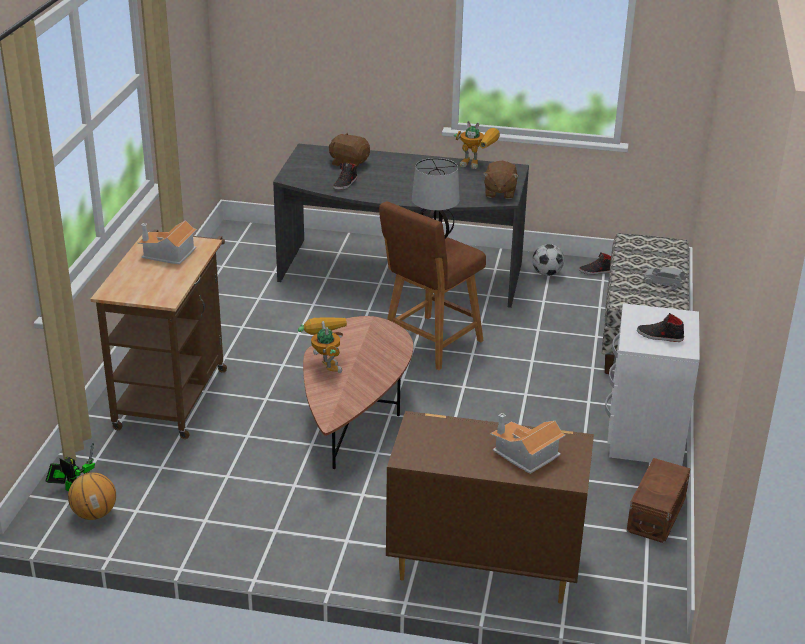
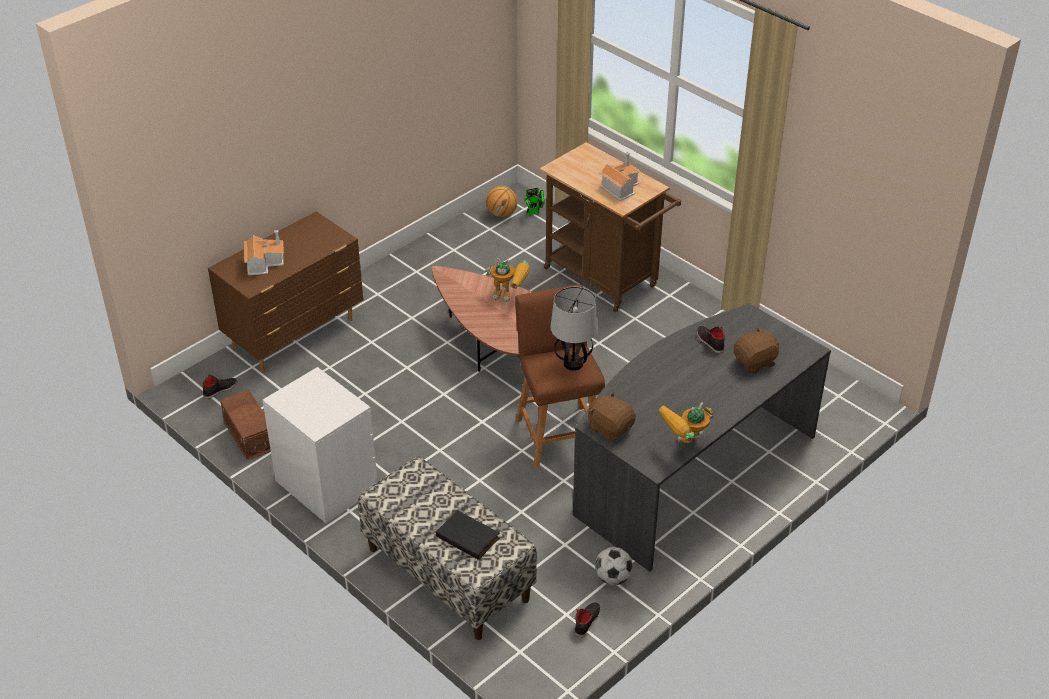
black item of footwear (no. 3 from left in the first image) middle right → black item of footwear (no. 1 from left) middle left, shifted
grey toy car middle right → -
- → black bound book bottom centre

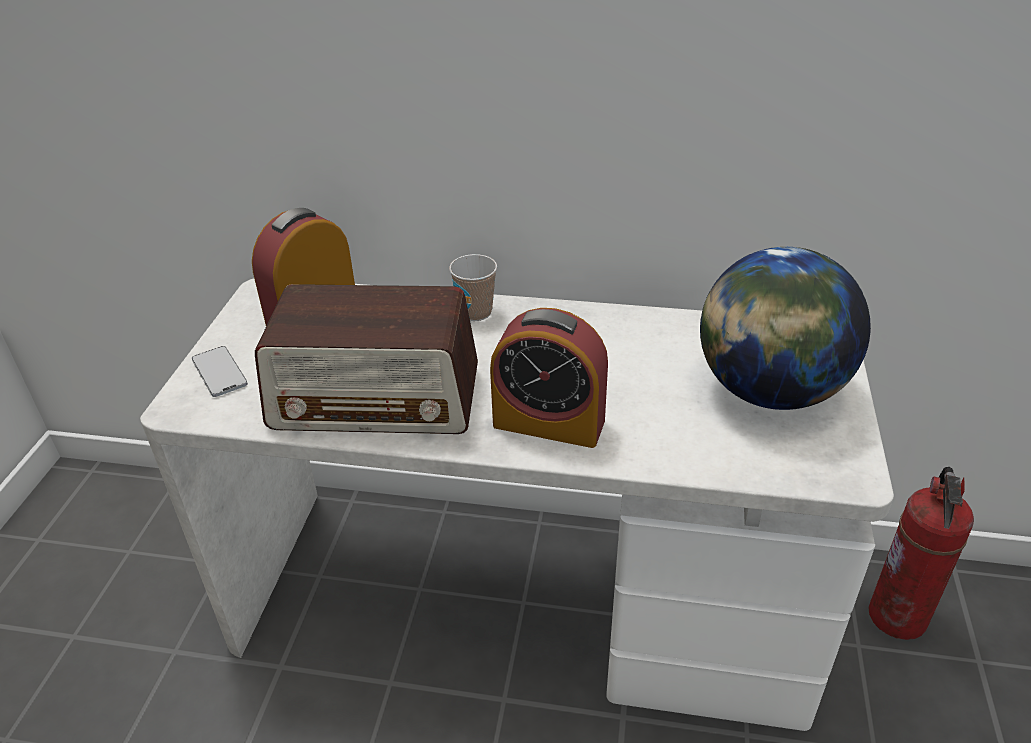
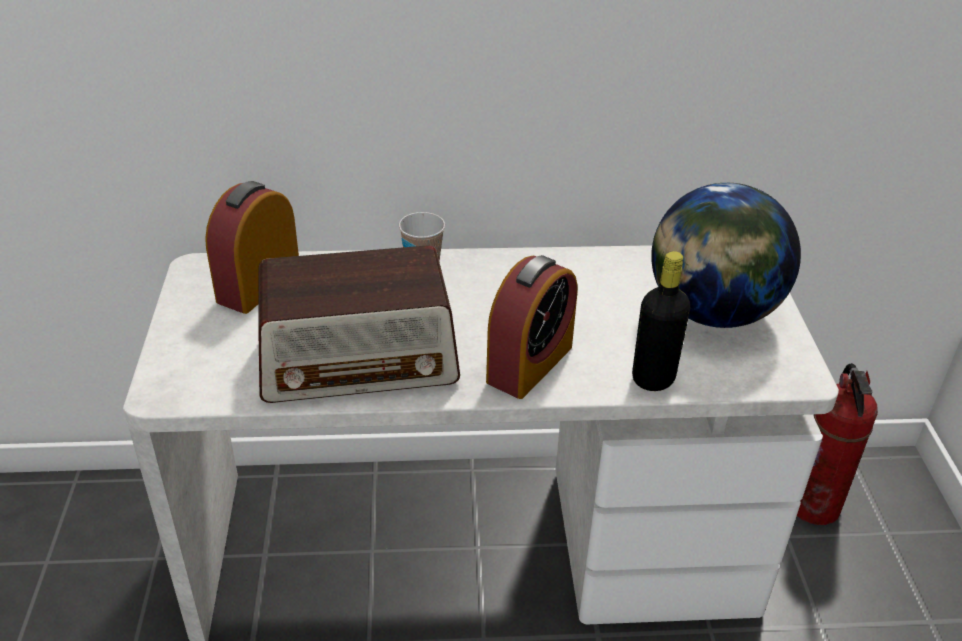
telephone middle left → -
alarm clock (no. 2 from left) centre, 60 degrees counterclockwise
- → black bottle middle right

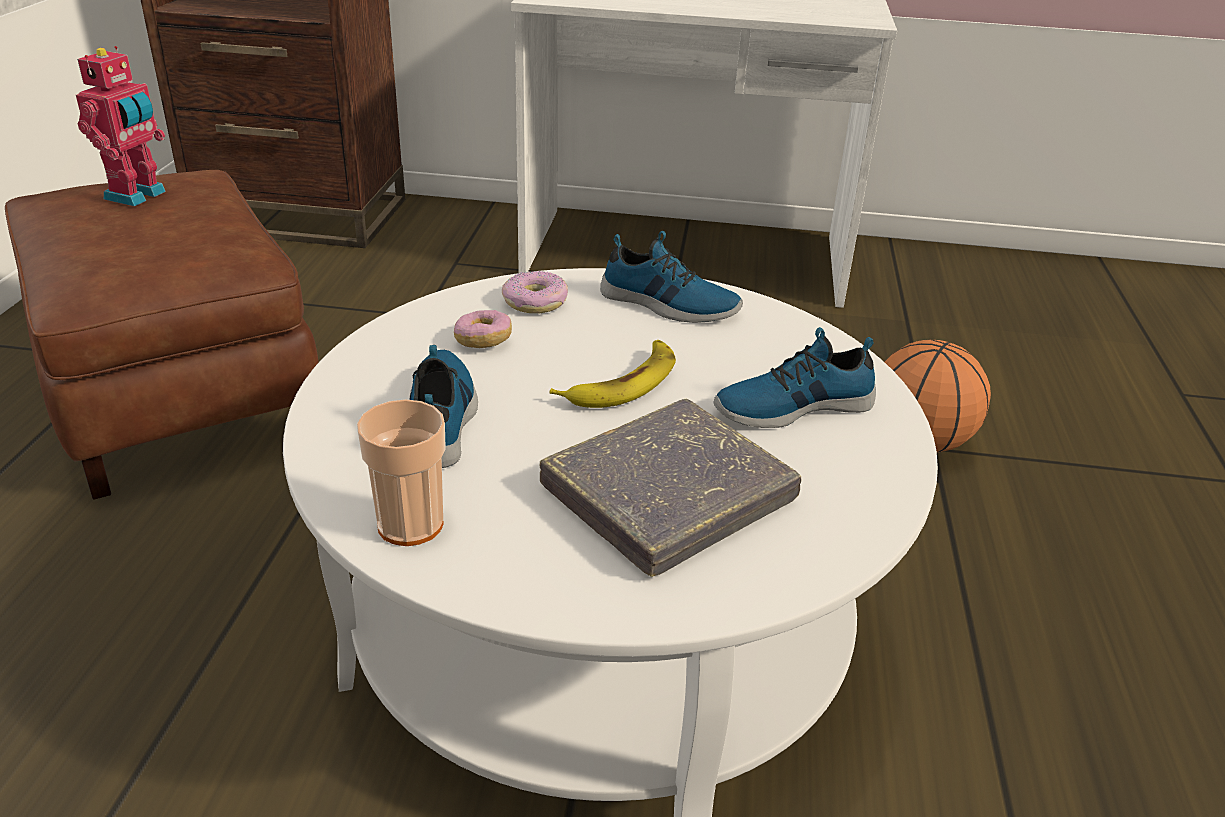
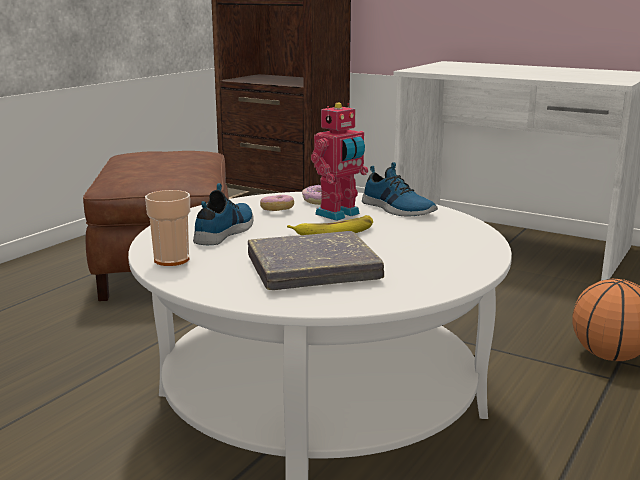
toy robot top left → toy robot centre, shifted
item of footwear (no. 3 from left) centre → -

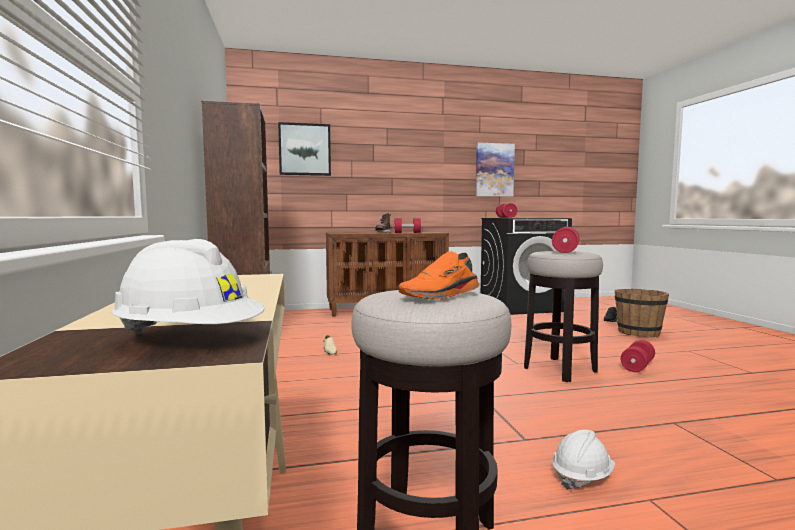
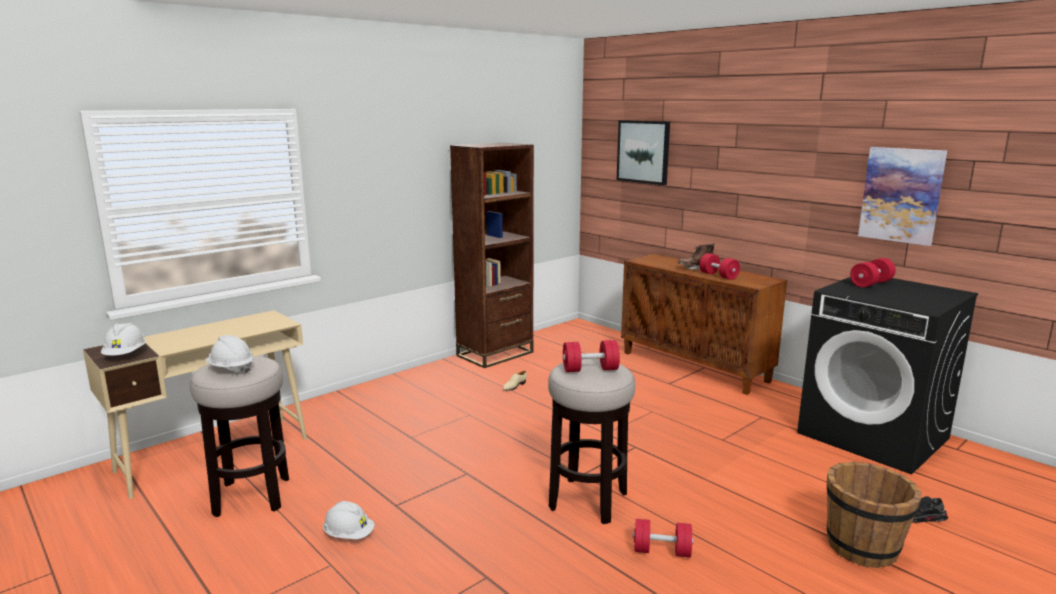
orange-coloured item of footwear centre → whitish work helmet (no. 2 from left) middle left

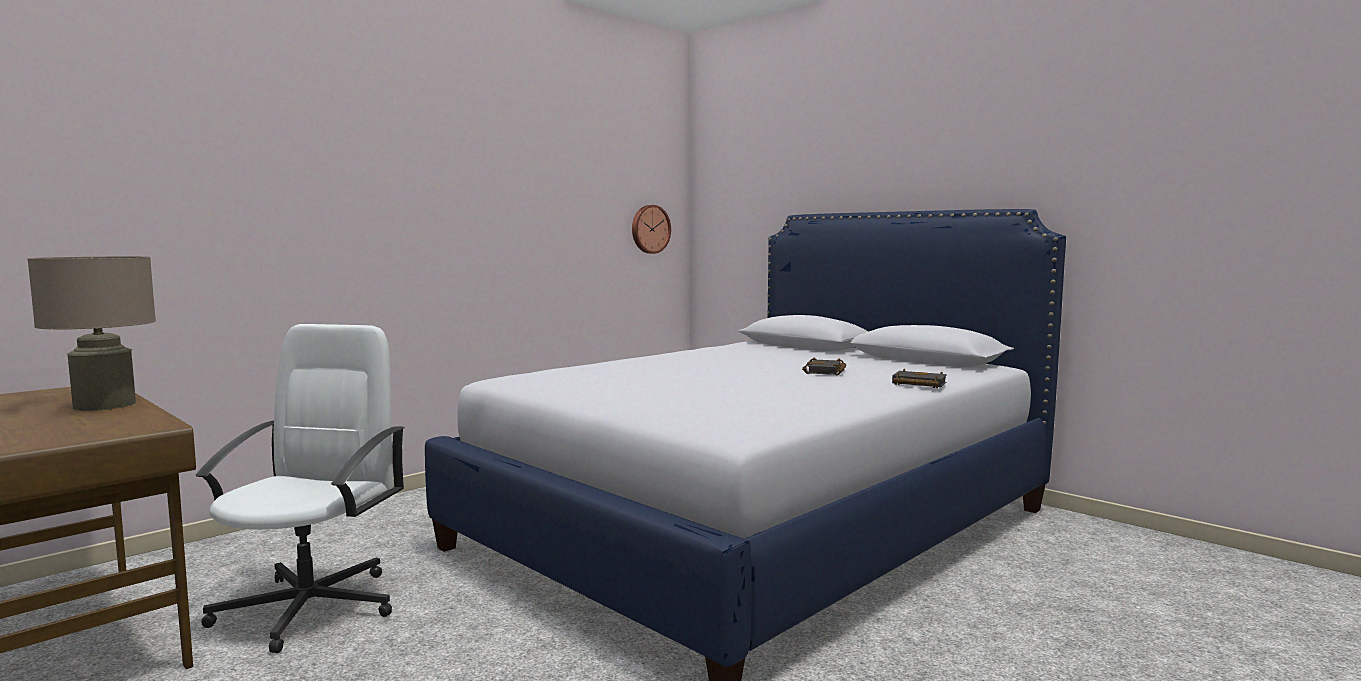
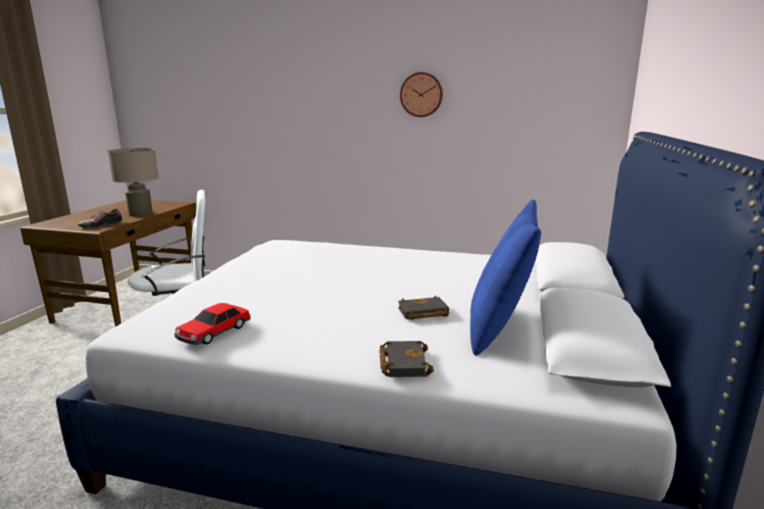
clock on the wall centre → clock on the wall top centre, shifted
- → item of footwear middle left
- → toy car middle left
- → bluish pillow centre

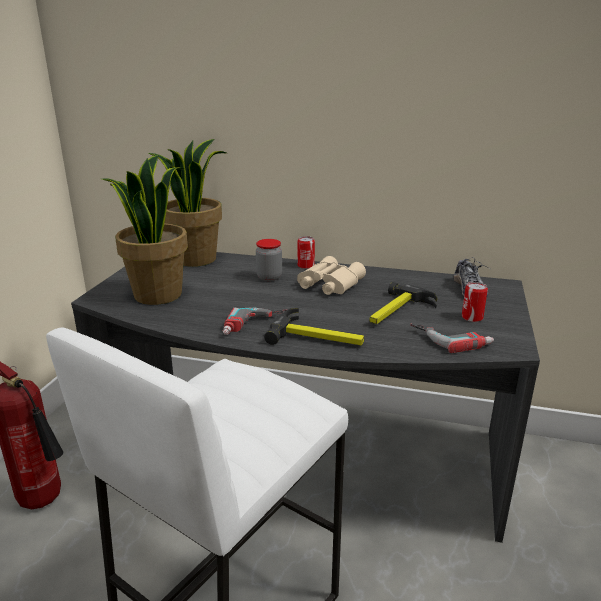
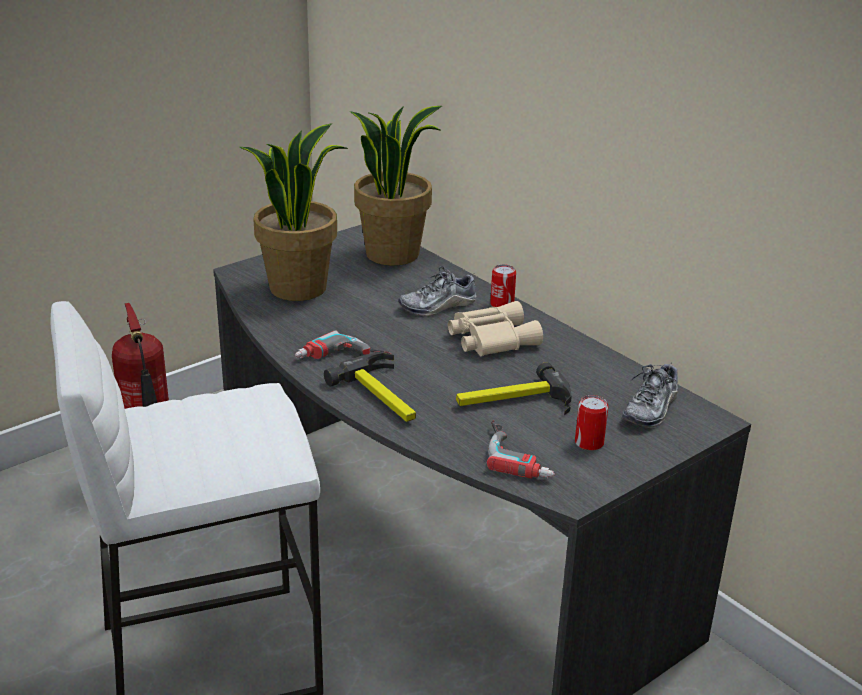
jar centre → item of footwear (no. 1 from left) centre

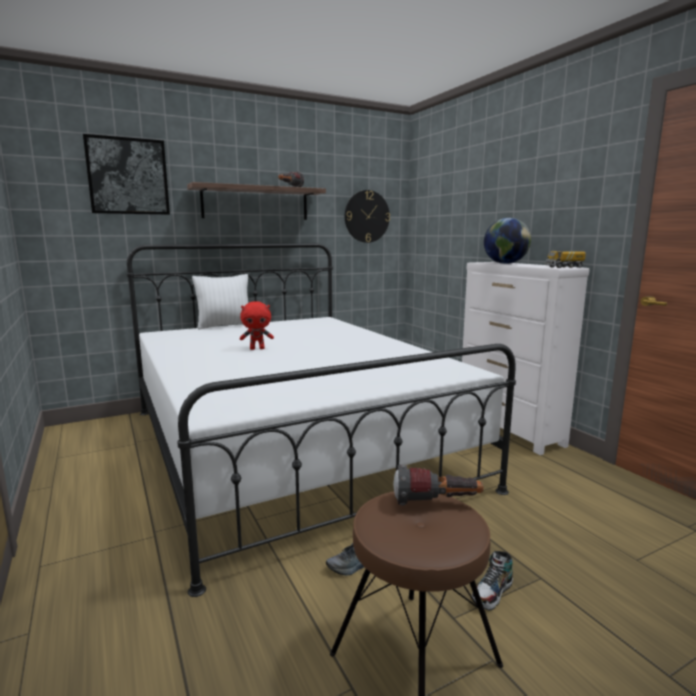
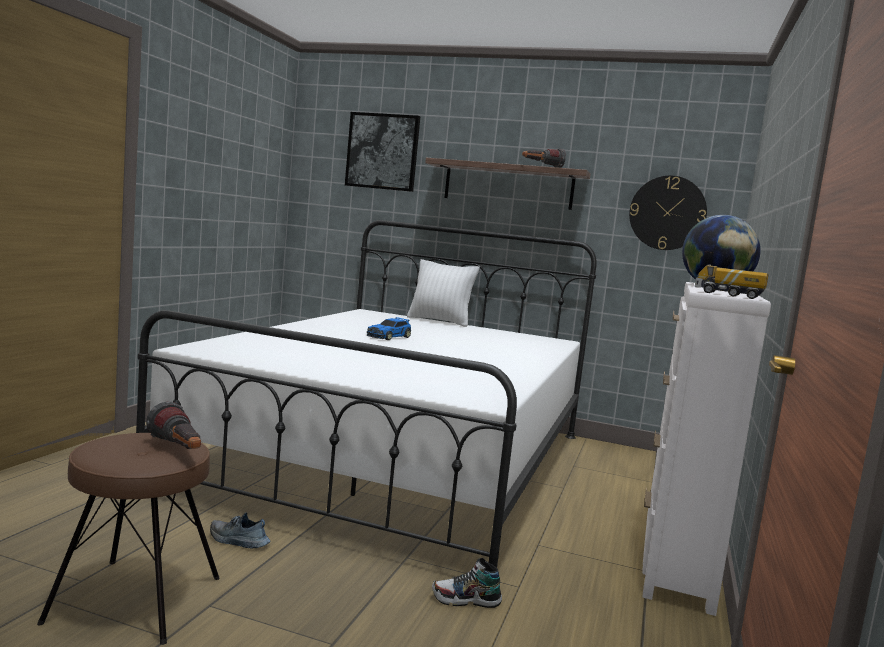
red plush toy centre → toy car centre
item of footwear (no. 2 from left) bottom right → item of footwear (no. 2 from left) bottom centre, shifted

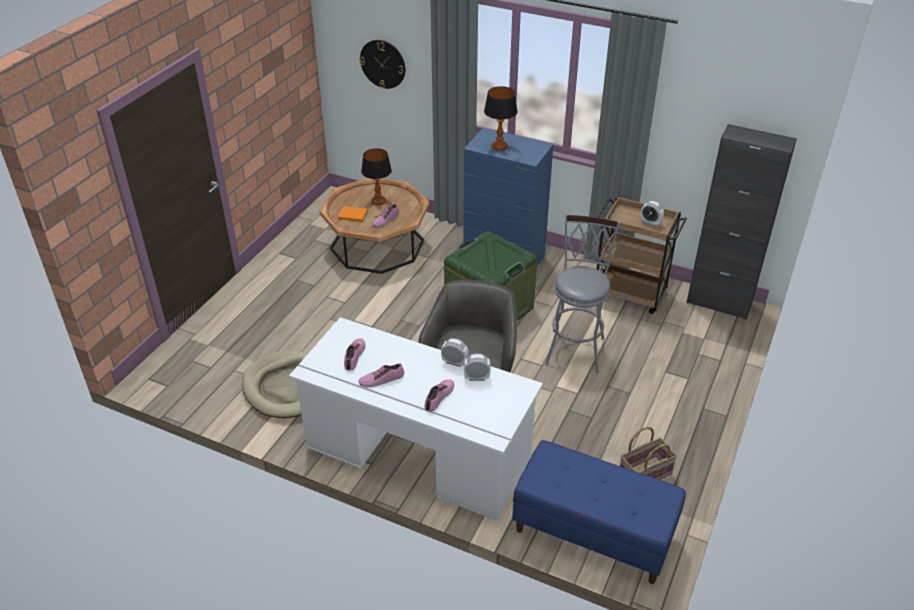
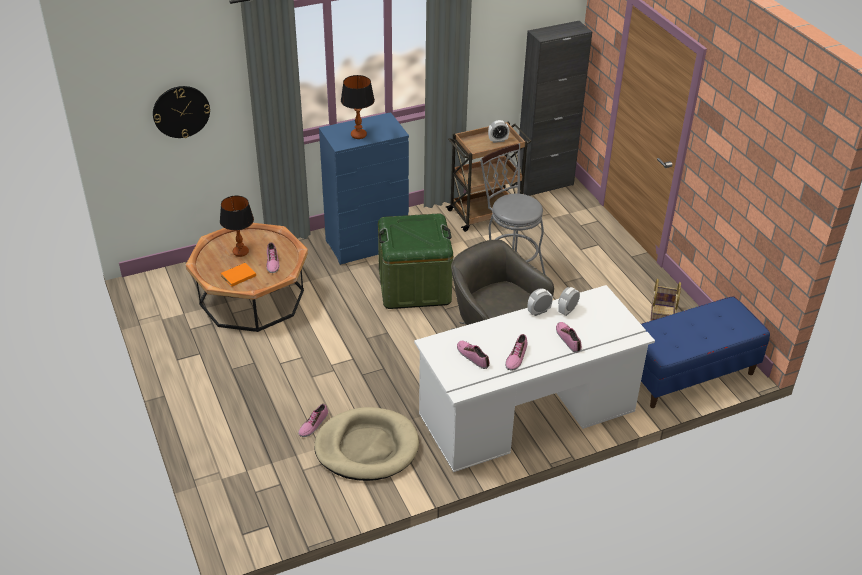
- → item of footwear (no. 2 from left) bottom centre

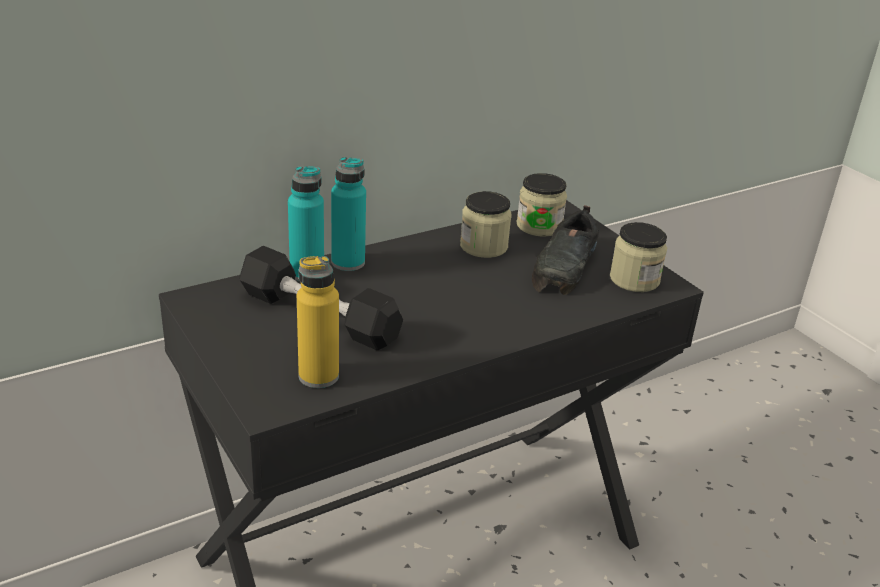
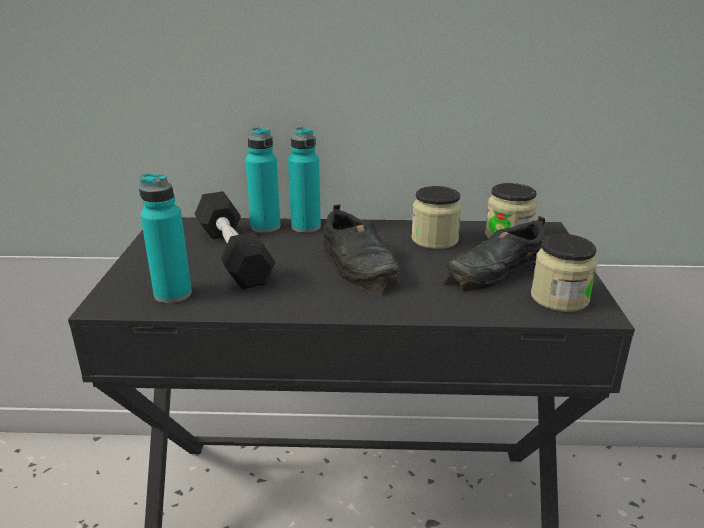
yellow bottle centre → blue-green bottle (no. 1 from left) middle left
- → black item of footwear (no. 1 from left) centre

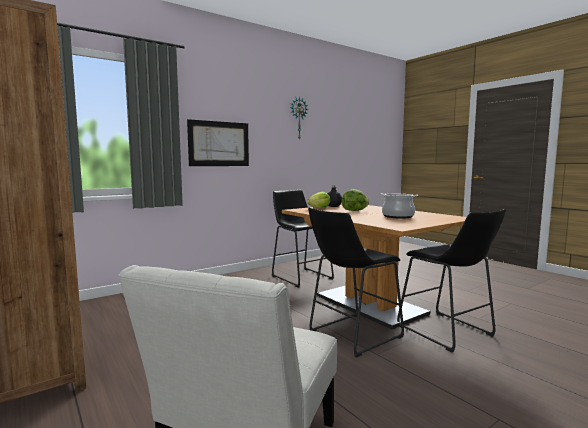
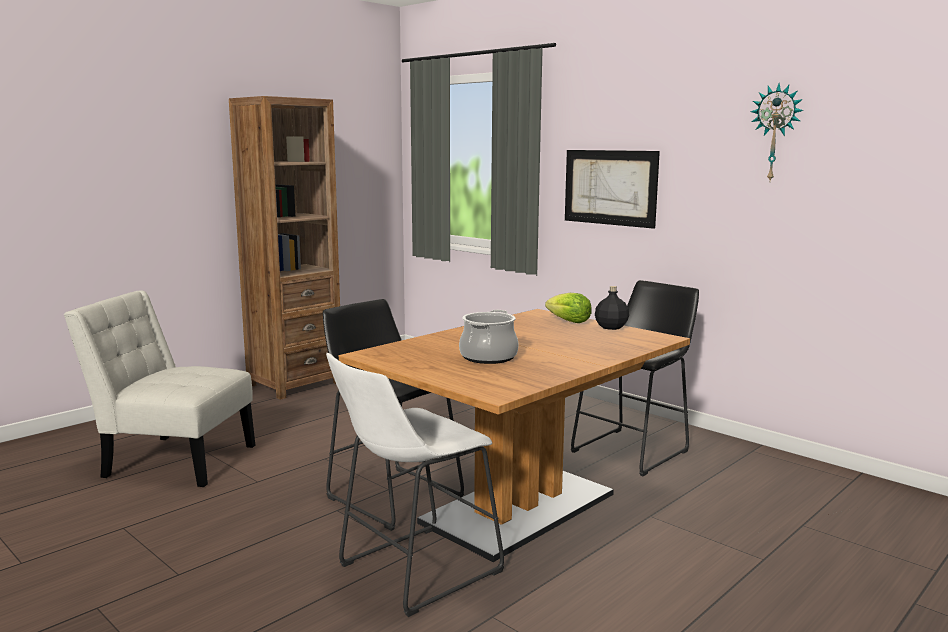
lettuce (no. 2 from left) centre → -
black stool seat (no. 3 from left) middle right → whitish stool seat bottom centre

